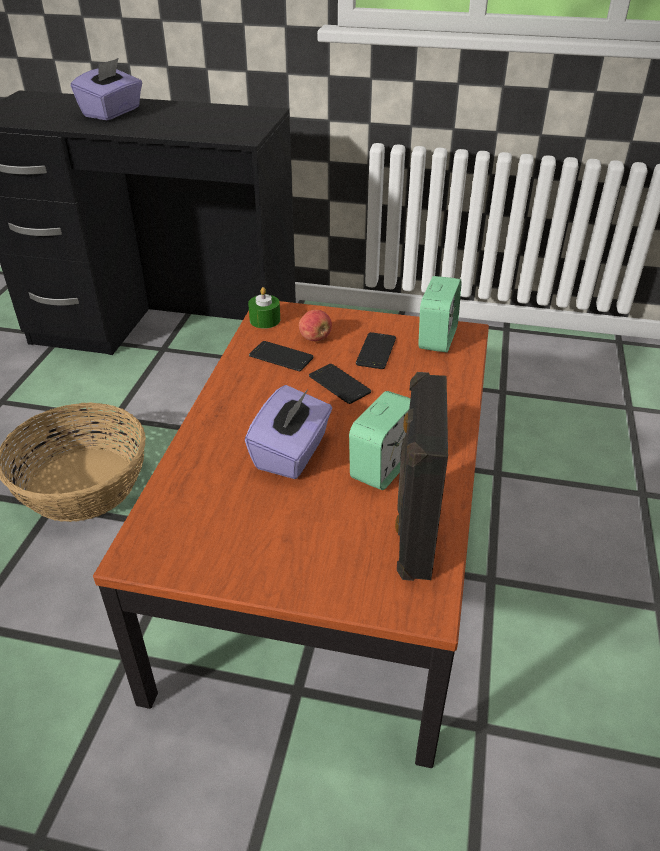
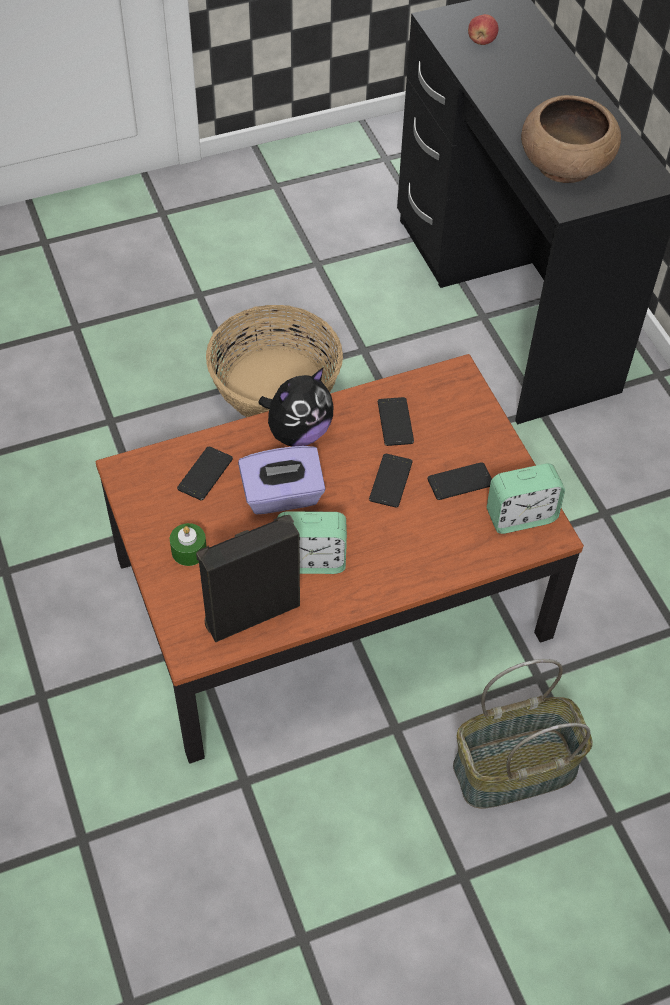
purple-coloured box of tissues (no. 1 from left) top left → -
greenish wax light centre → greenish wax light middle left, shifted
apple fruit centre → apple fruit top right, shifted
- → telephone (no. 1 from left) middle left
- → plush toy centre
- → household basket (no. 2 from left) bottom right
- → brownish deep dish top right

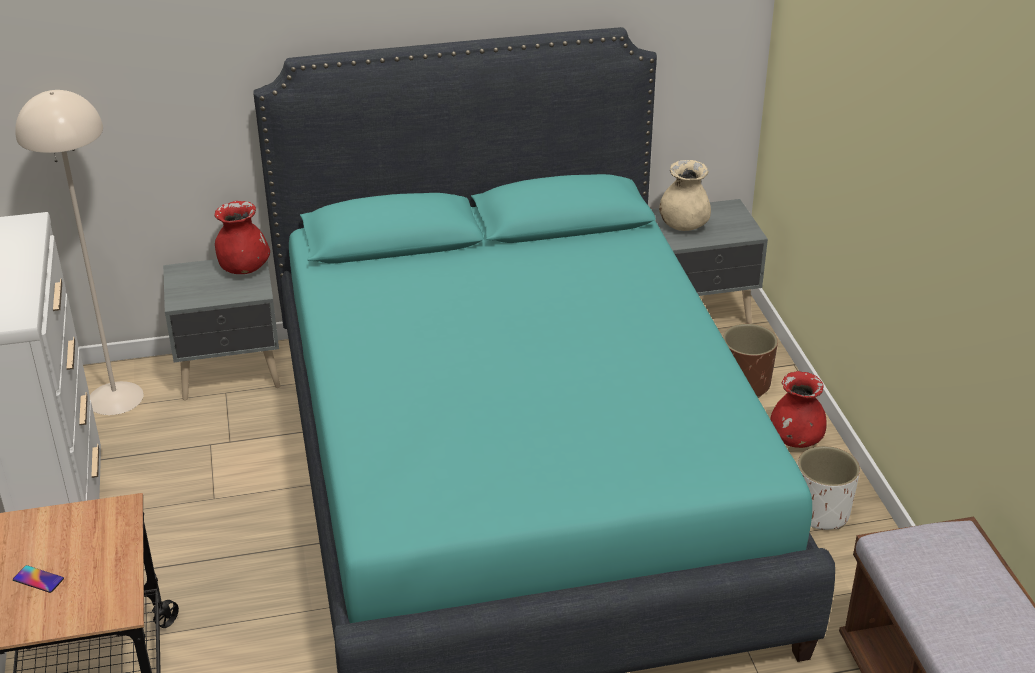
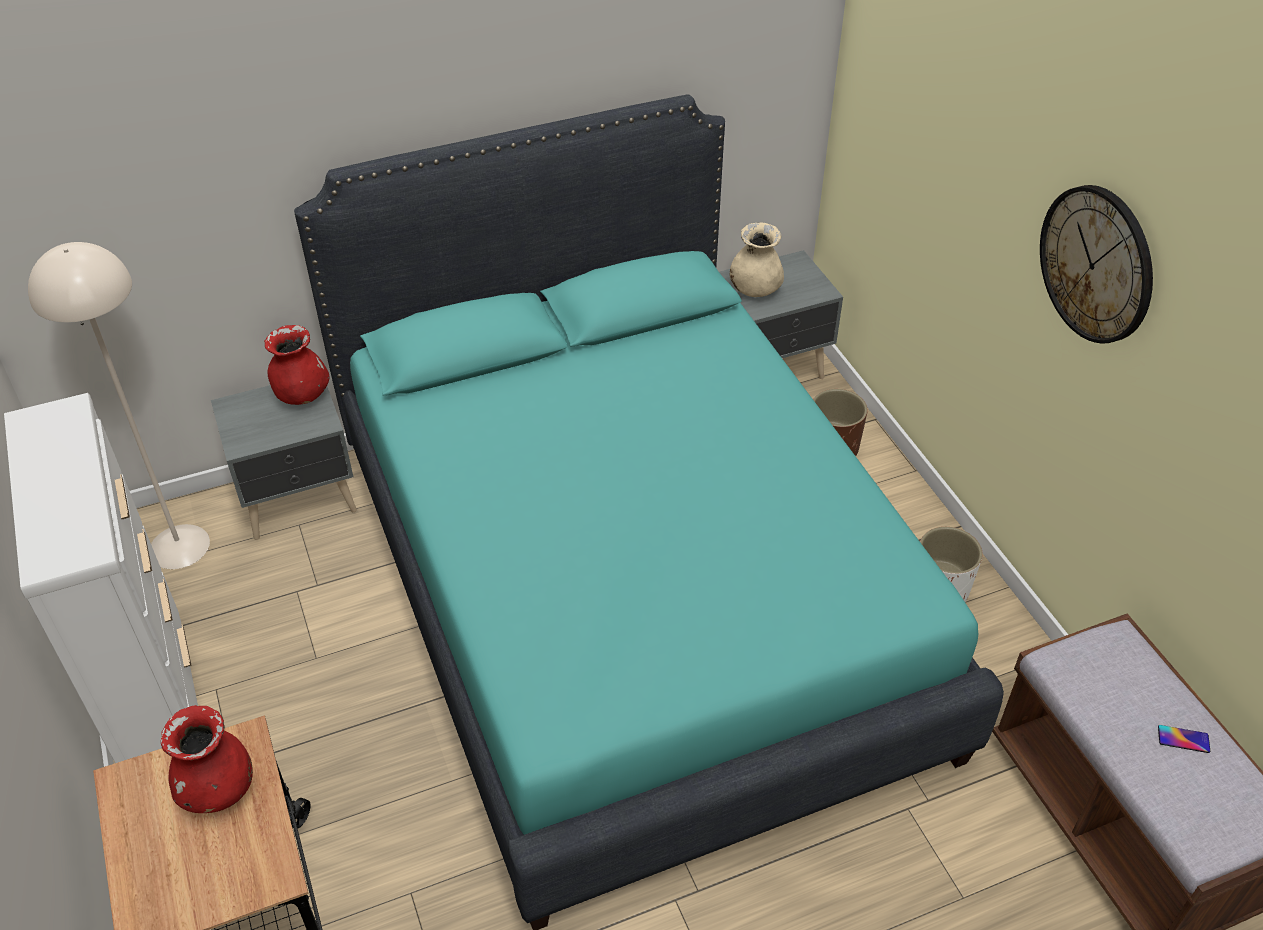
telephone bottom left → telephone bottom right, shifted
red vase (no. 2 from left in the first image) middle right → red vase (no. 1 from left) bottom left, shifted
- → clock on the wall top right

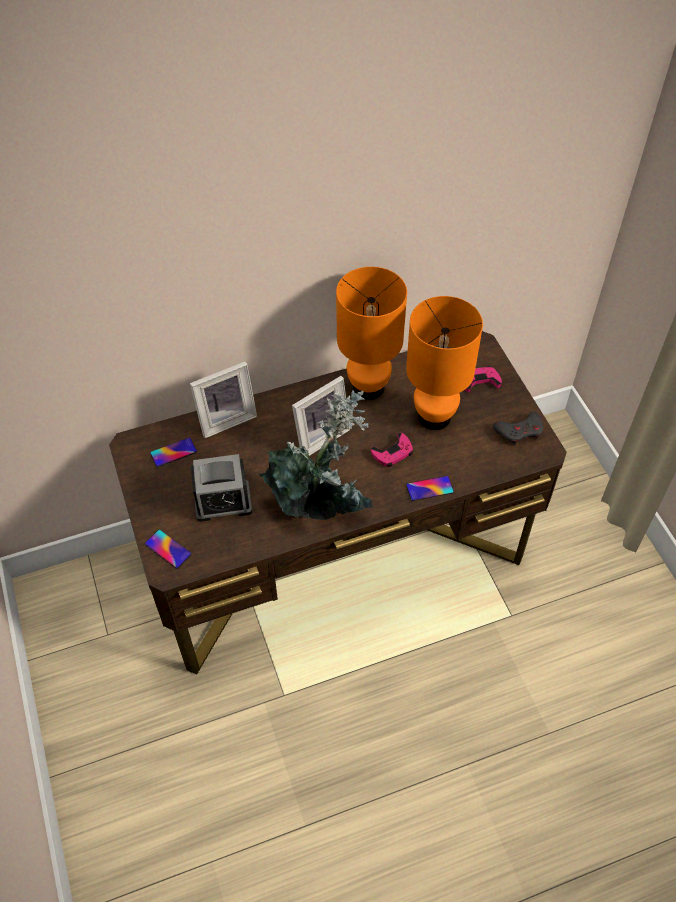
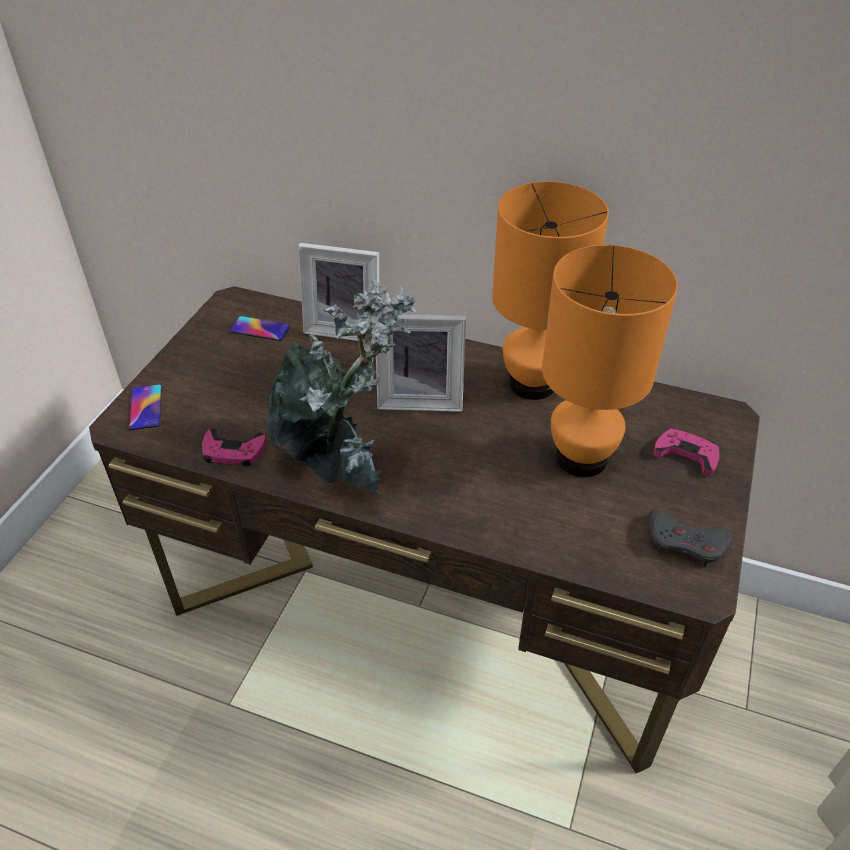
alarm clock middle left → -
pink gamepad (no. 1 from left) centre → pink gamepad (no. 1 from left) middle left, shifted
telephone (no. 3 from left) centre → -

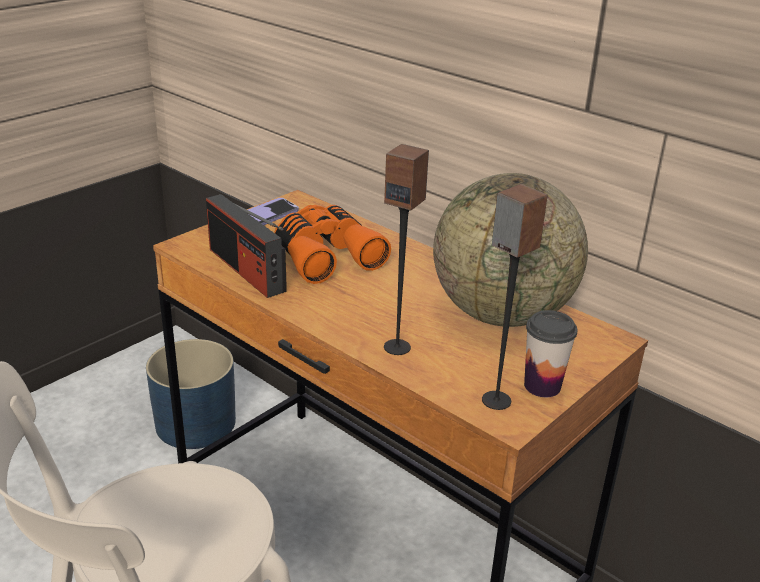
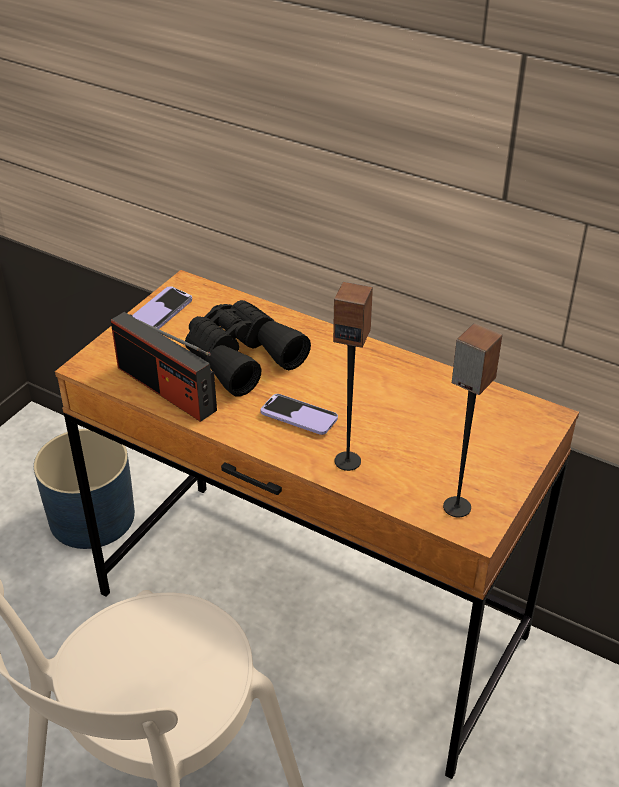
orange-coloured pair of binoculars centre → black pair of binoculars centre
world globe middle right → -
small cup middle right → -
- → telephone (no. 2 from left) centre

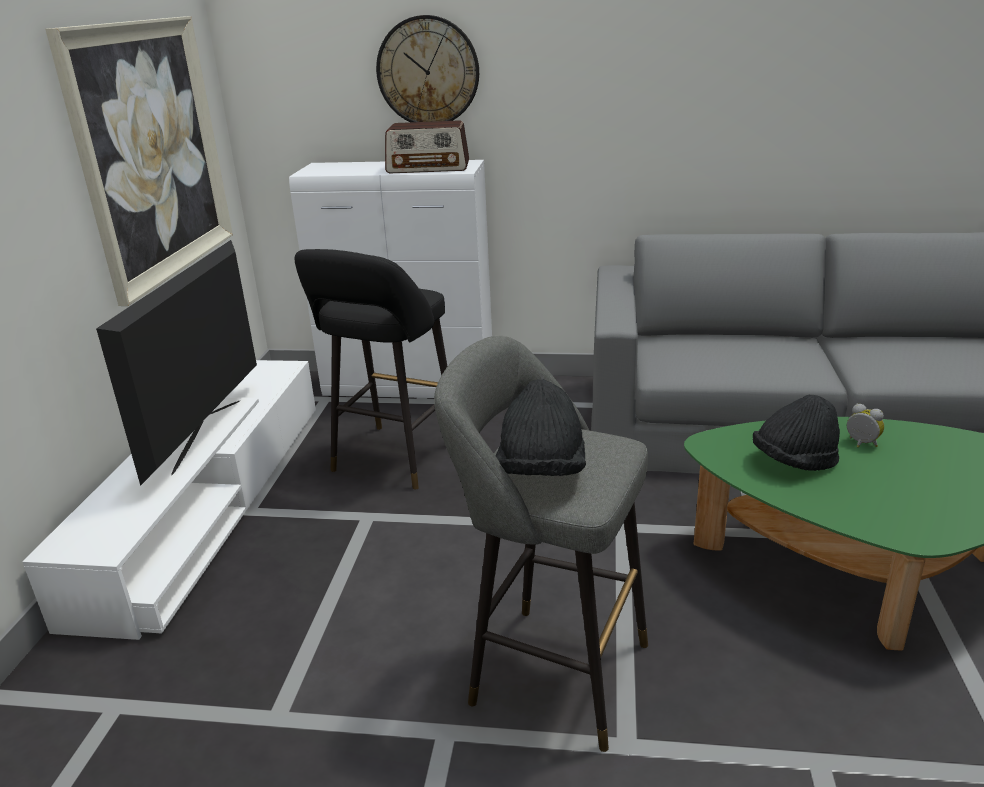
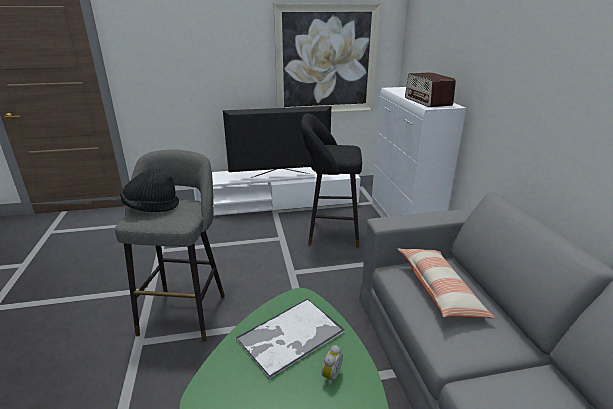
clock on the wall top centre → -
black wearable hat (no. 2 from left) middle right → carrying tray bottom centre
- → pillow bottom right

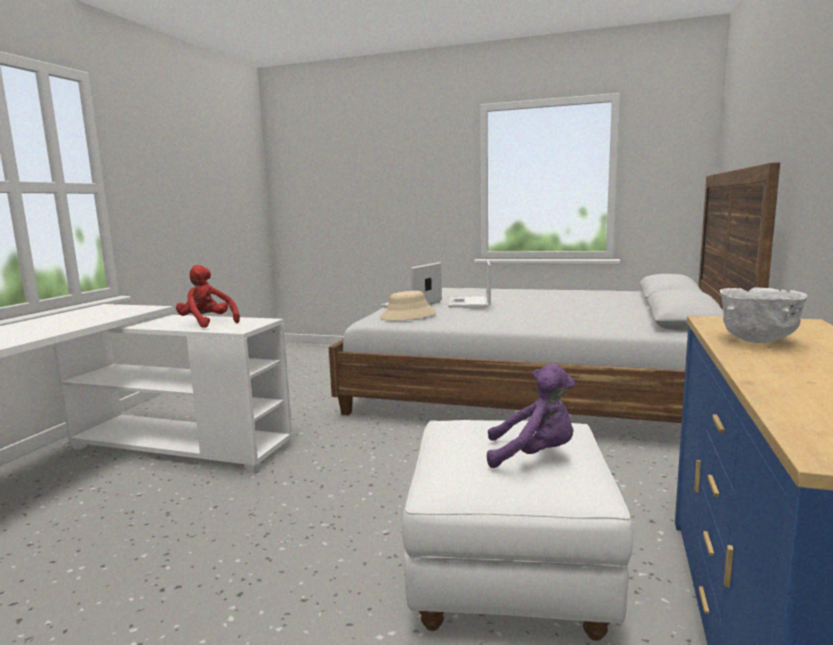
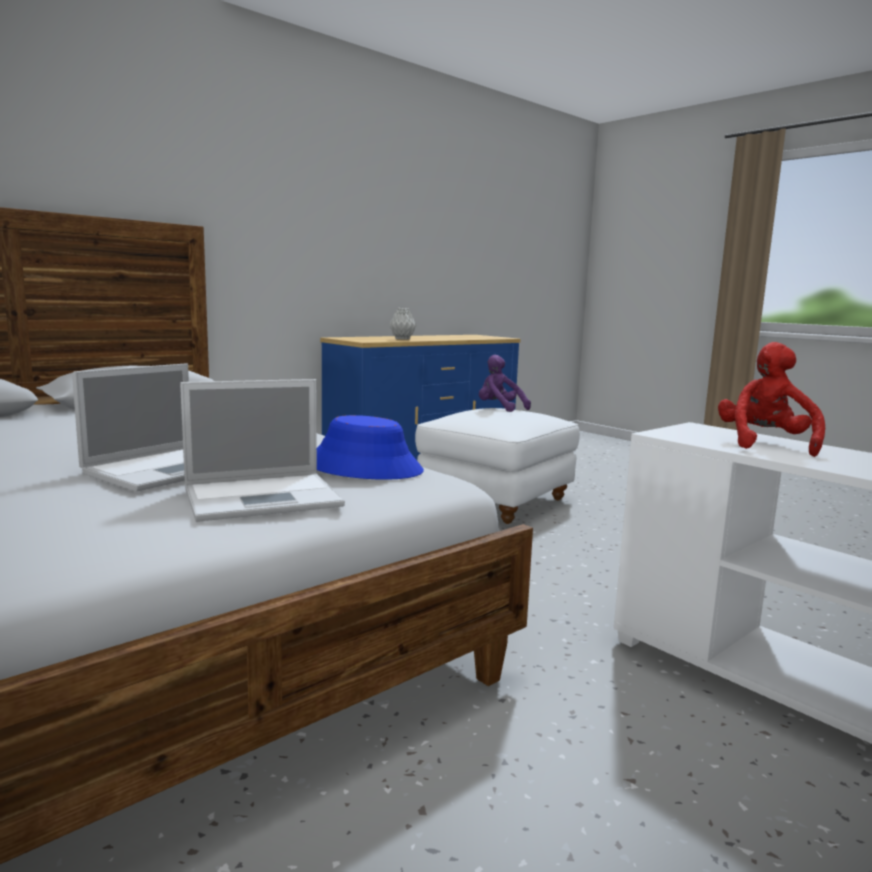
red plush toy middle left → red plush toy middle right, 150 degrees counterclockwise
beige wearable hat centre → bluish wearable hat centre
whitish deep dish middle right → grey vase centre

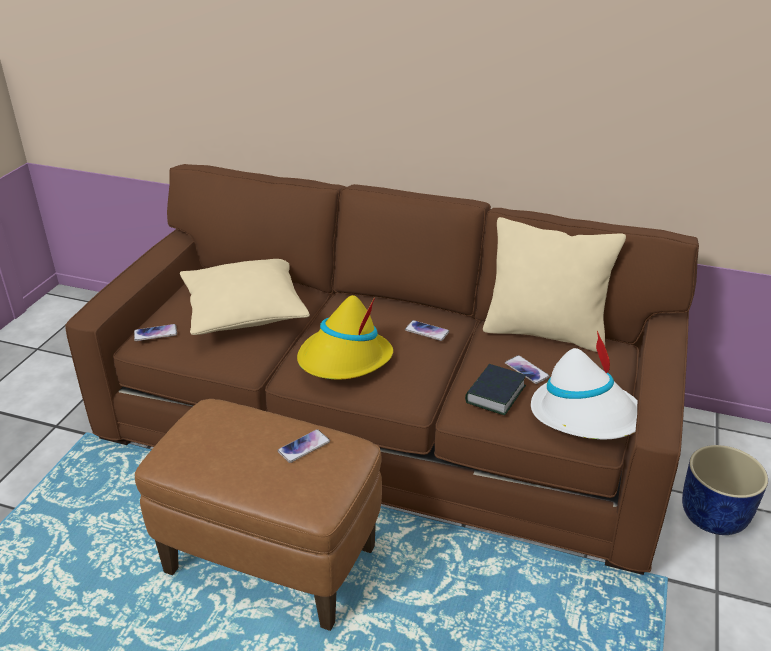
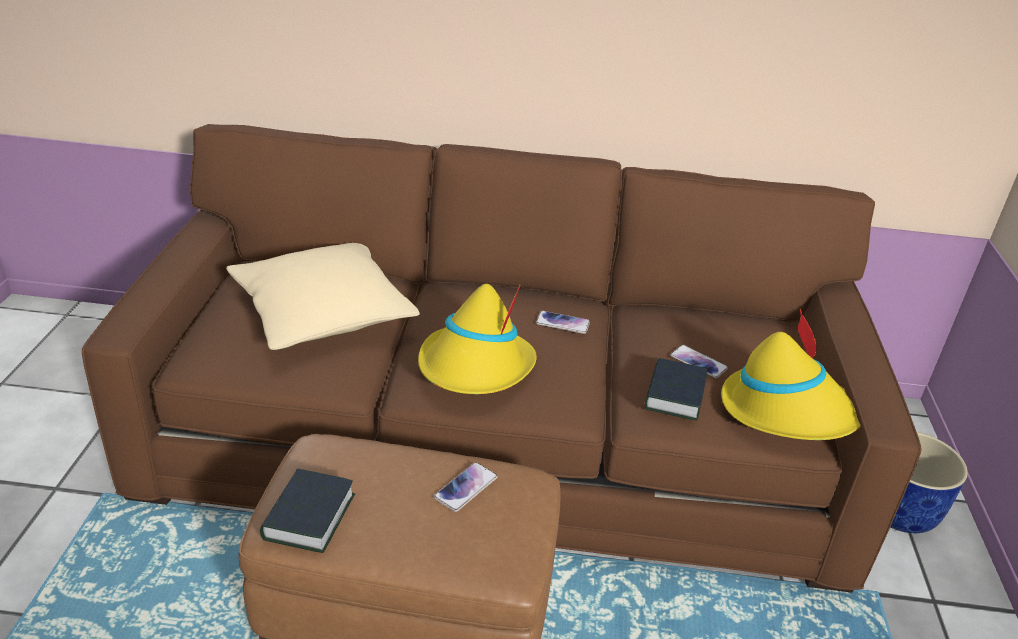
telephone (no. 1 from left) middle left → -
beige pillow (no. 2 from left) middle right → -
whitish wearable hat middle right → yellow wearable hat (no. 2 from left) middle right
- → bound book (no. 1 from left) bottom left

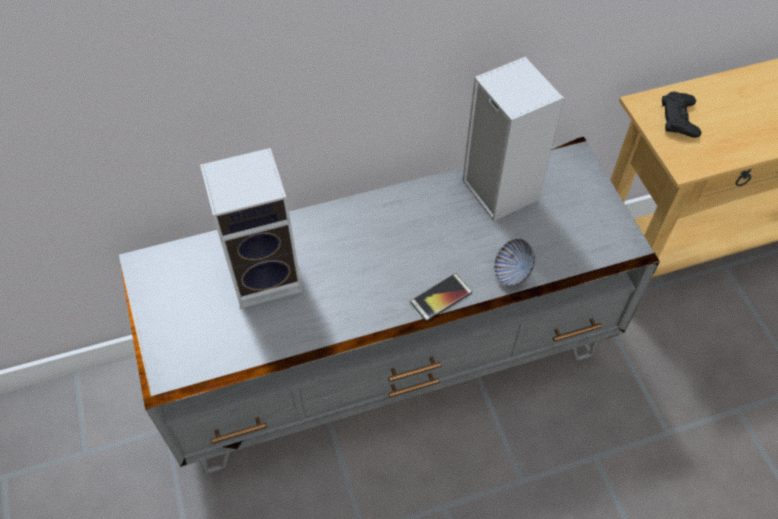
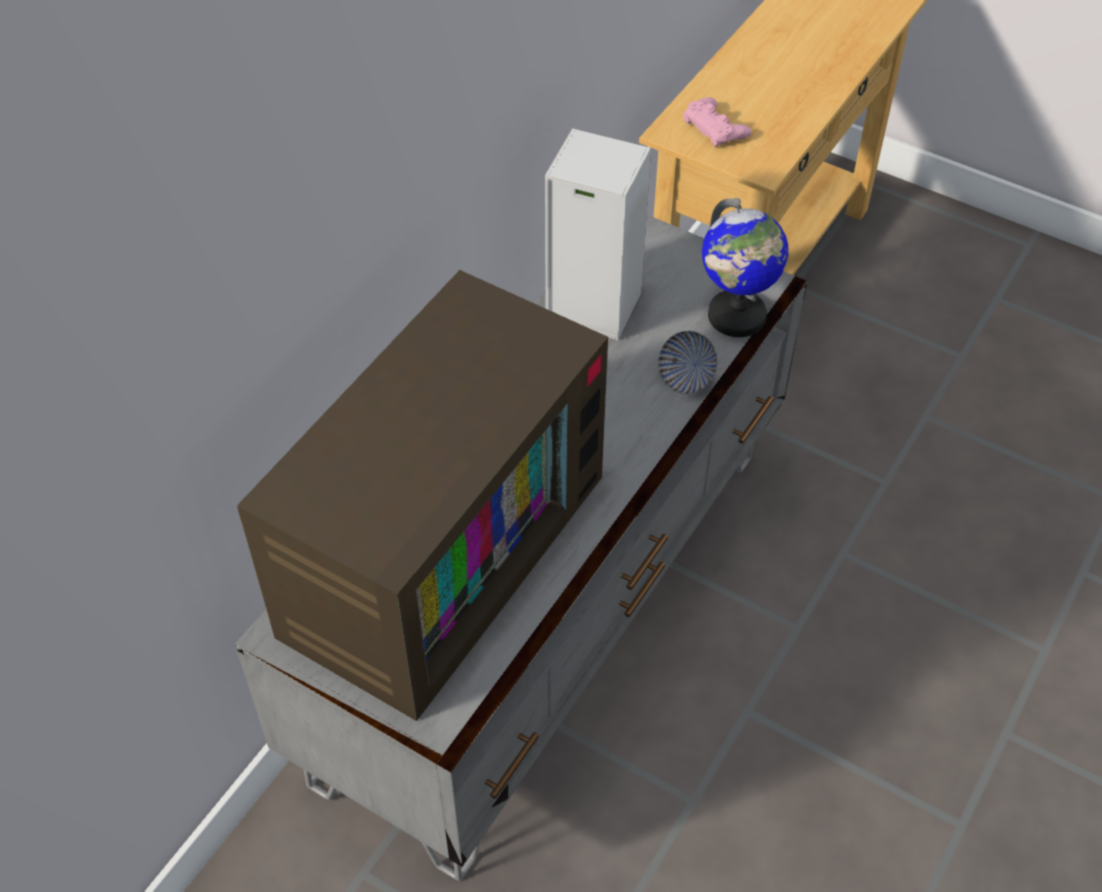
speaker (no. 1 from left) middle left → TV centre
telephone centre → -
black gamepad top right → pink gamepad top centre
- → world globe top right

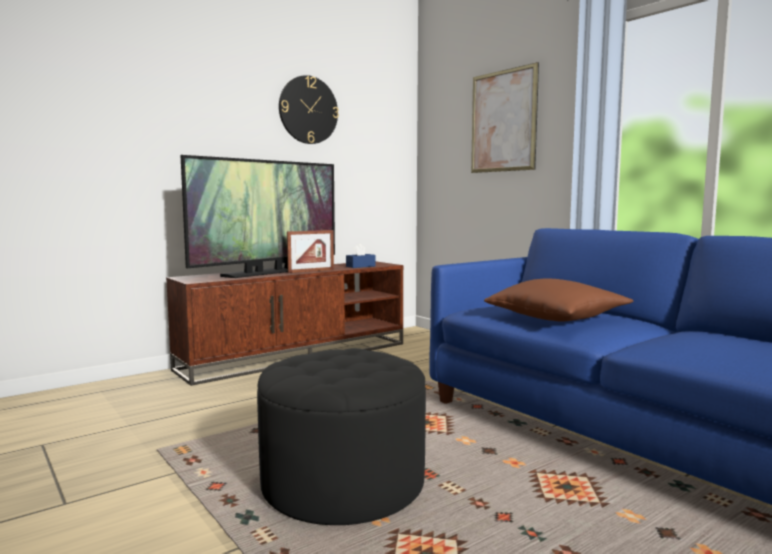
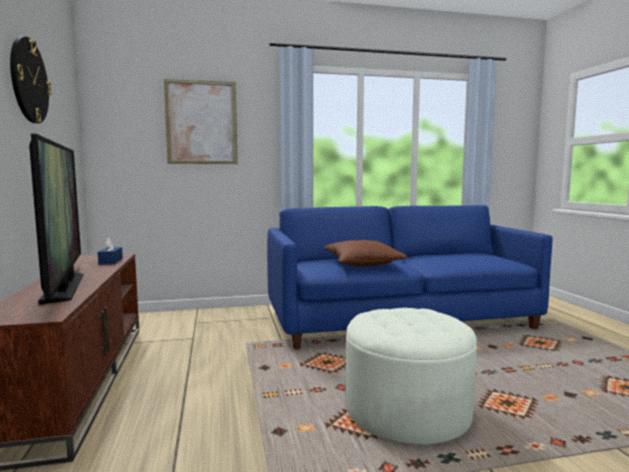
black footrest bottom centre → whitish footrest bottom centre
photo frame centre → -

